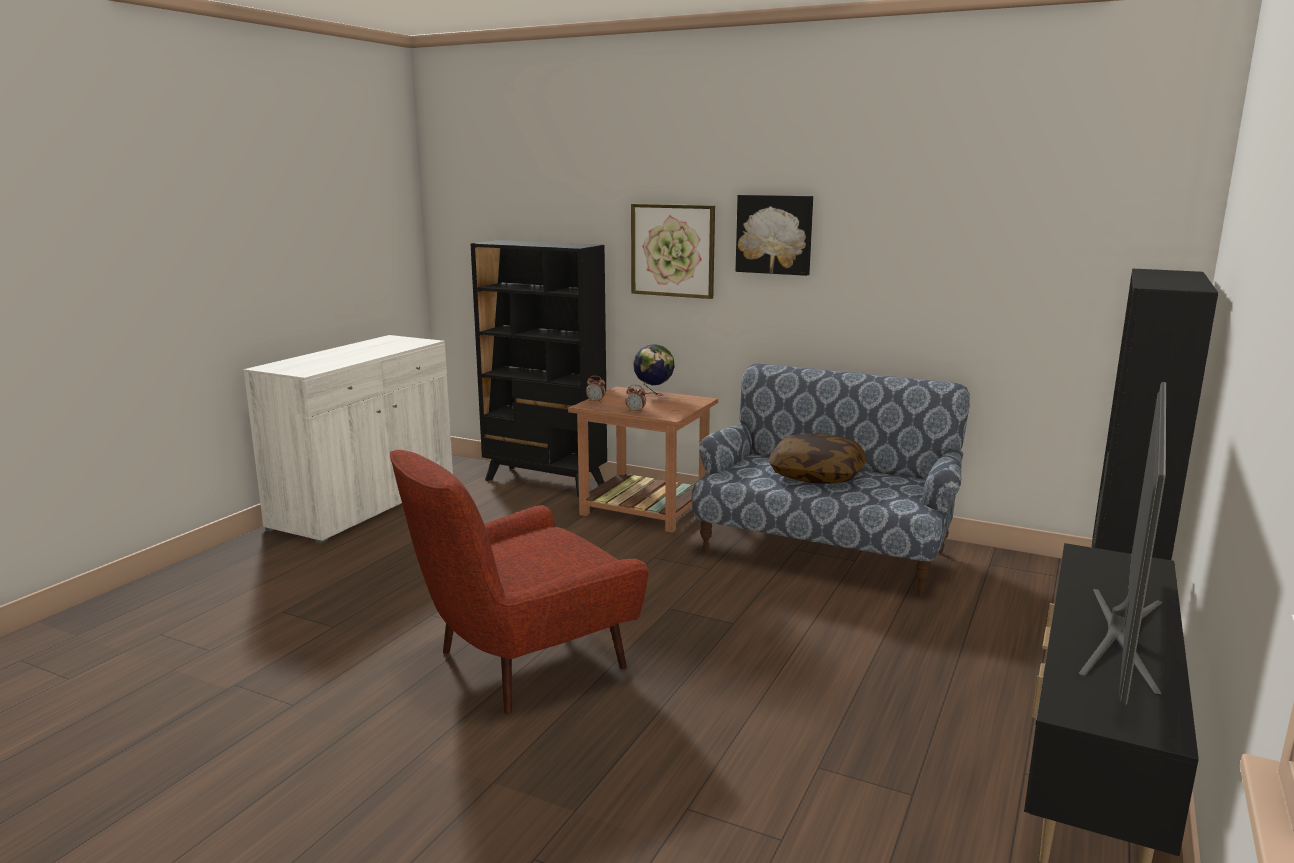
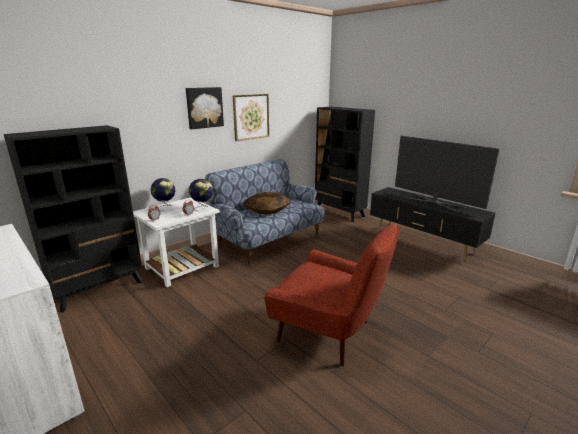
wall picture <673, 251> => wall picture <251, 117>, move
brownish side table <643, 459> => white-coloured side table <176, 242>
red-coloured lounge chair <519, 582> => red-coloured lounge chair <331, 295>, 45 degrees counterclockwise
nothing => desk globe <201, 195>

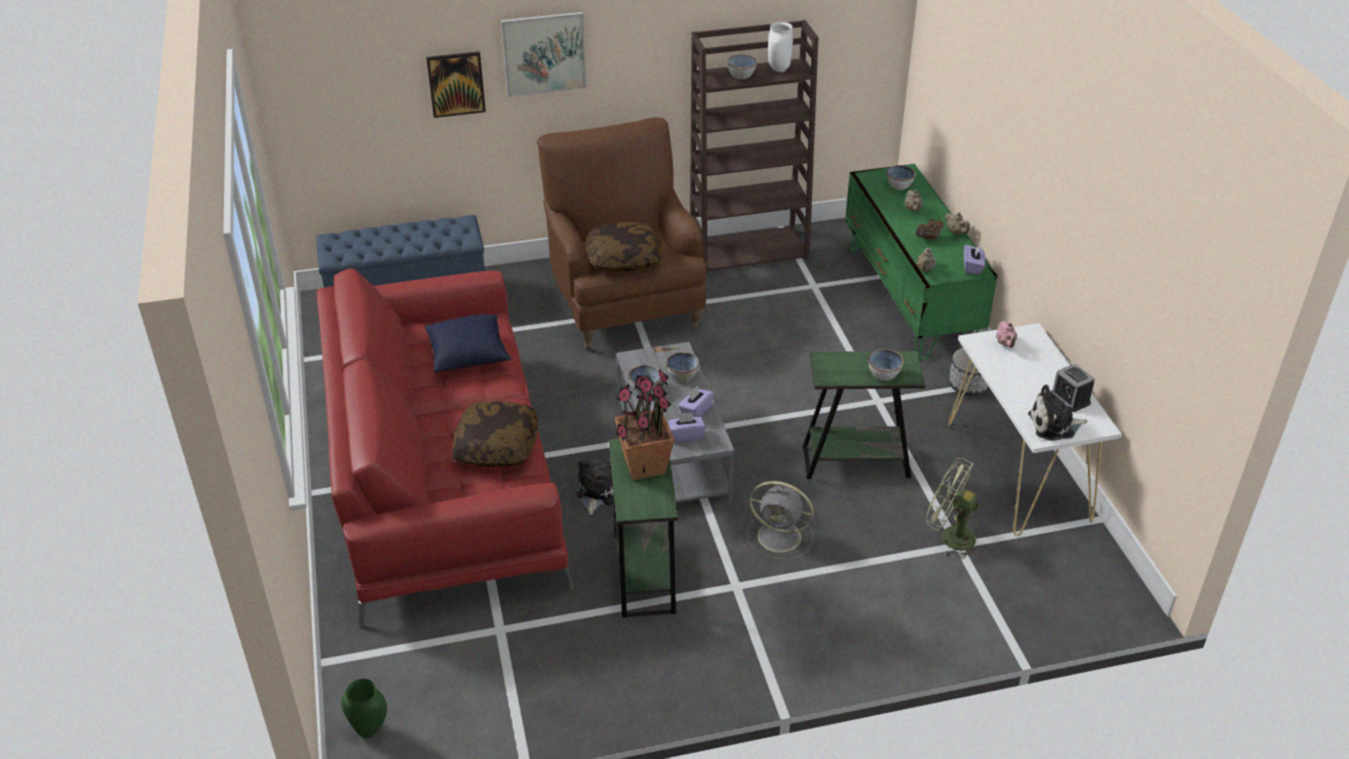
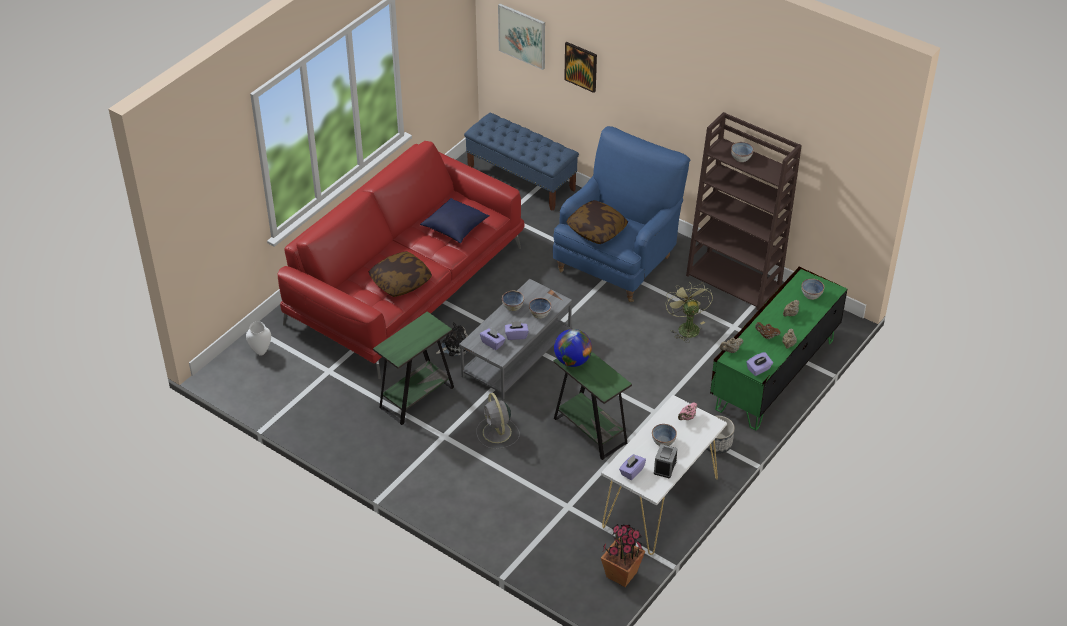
wall picture <543, 54> => wall picture <521, 37>, move
white-coloured decorative vase <780, 47> => white-coloured decorative vase <258, 339>, move
brownish lounge chair <622, 233> => blue lounge chair <621, 214>
deep dish <886, 365> => deep dish <664, 435>, move
plant in a pot <644, 424> => plant in a pot <623, 555>, move
soft toy <1057, 413> => purple tissue holder <632, 467>
green electric fan <954, 508> => green electric fan <689, 312>, move
green decorative vase <364, 708> => nothing
nothing => desk globe <573, 348>

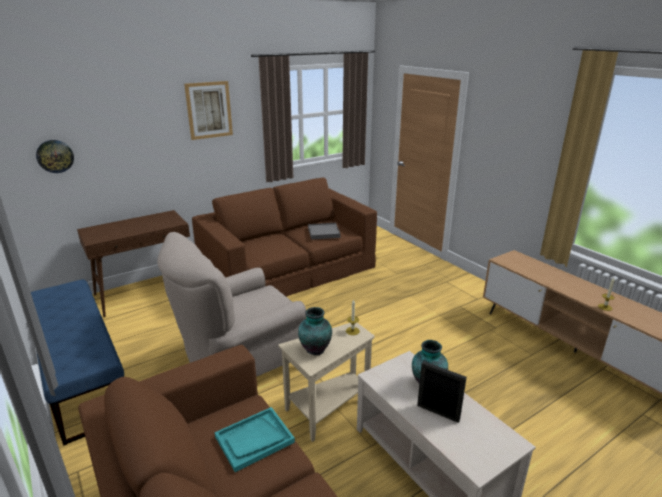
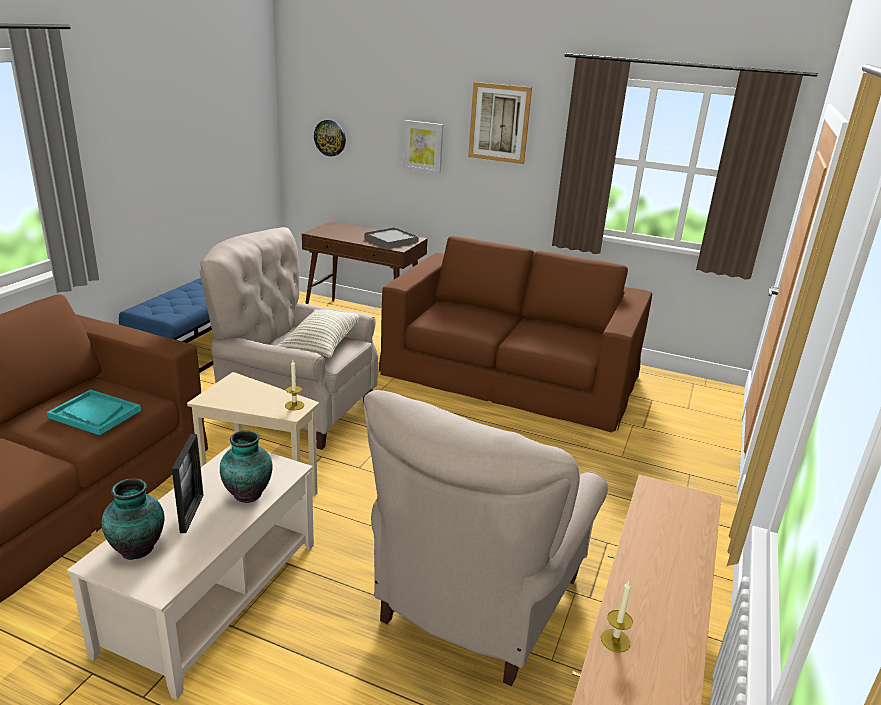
gray serving tray <324, 231> => gray serving tray <391, 237>, move
decorative vase <315, 331> => decorative vase <133, 519>, move
nothing => wall picture <423, 146>
nothing => throw pillow <317, 333>
nothing => beige-coloured lounge chair <486, 538>

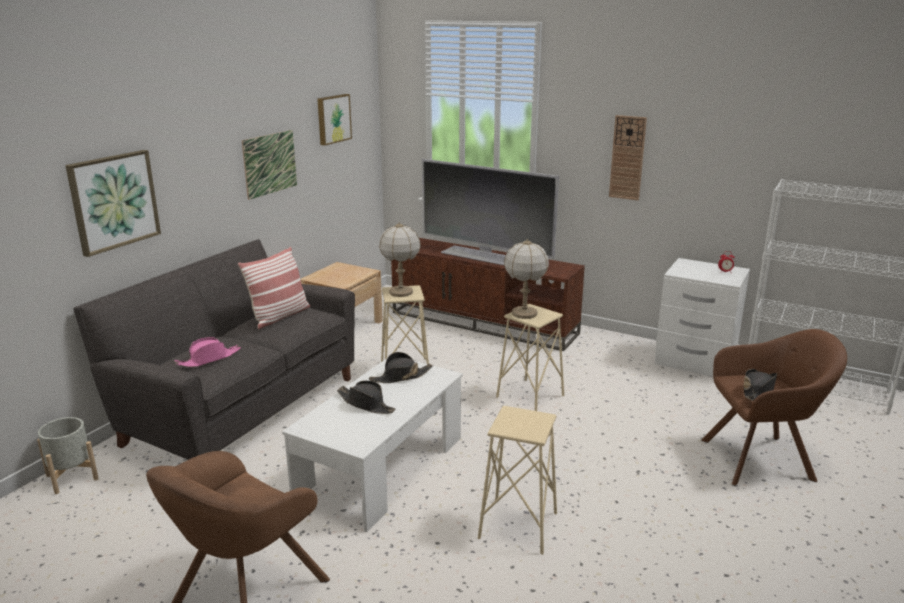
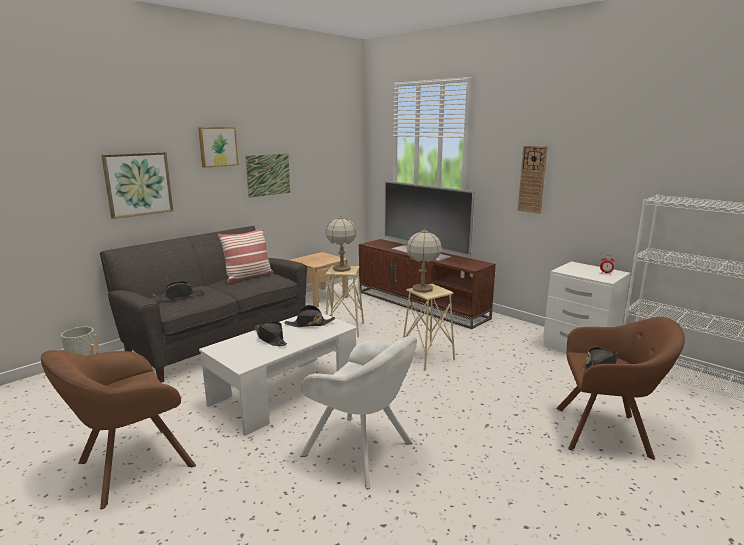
wall picture <335, 120> => wall picture <218, 147>, move
pinkish clothing hat <207, 352> => black-coloured clothing hat <179, 290>
beige-coloured stool <517, 480> => white-coloured lounge chair <358, 412>

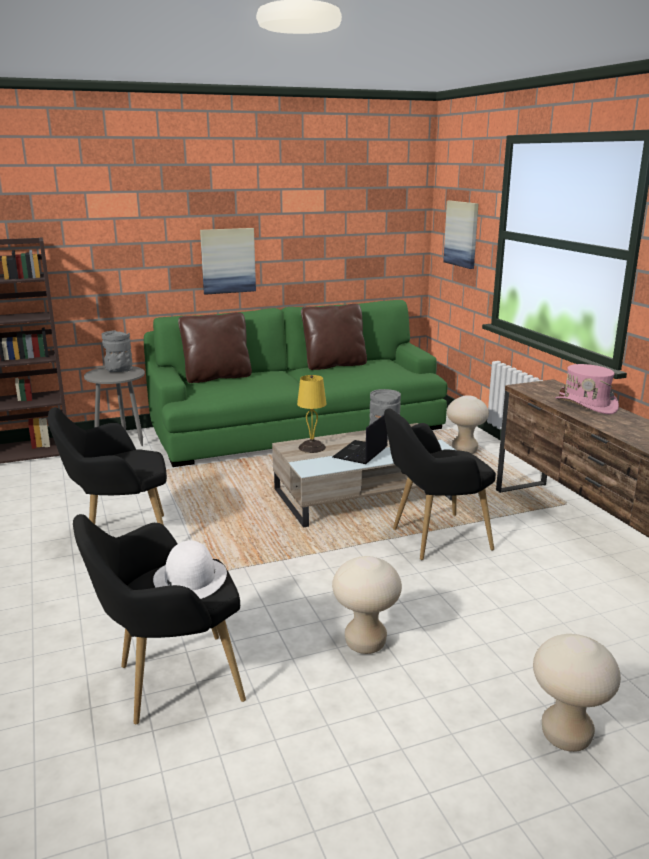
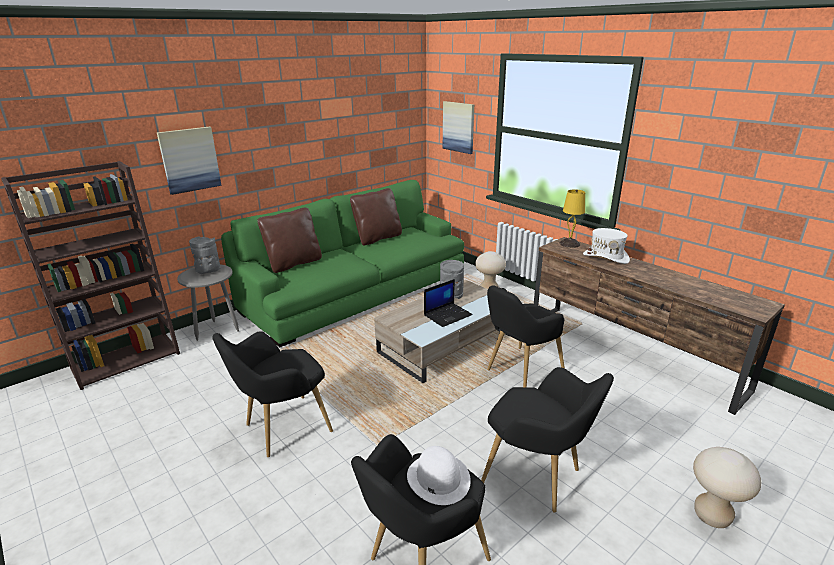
wall picture <228, 261> => wall picture <189, 160>, move
pinkish clothing hat <587, 389> => white-coloured clothing hat <606, 246>
yellow lamp for a table <311, 414> => yellow lamp for a table <572, 218>, move
notebook computer <360, 439> => notebook computer <448, 303>, 135 degrees counterclockwise
beige-coloured stool <367, 605> => black-coloured lounge chair <547, 440>

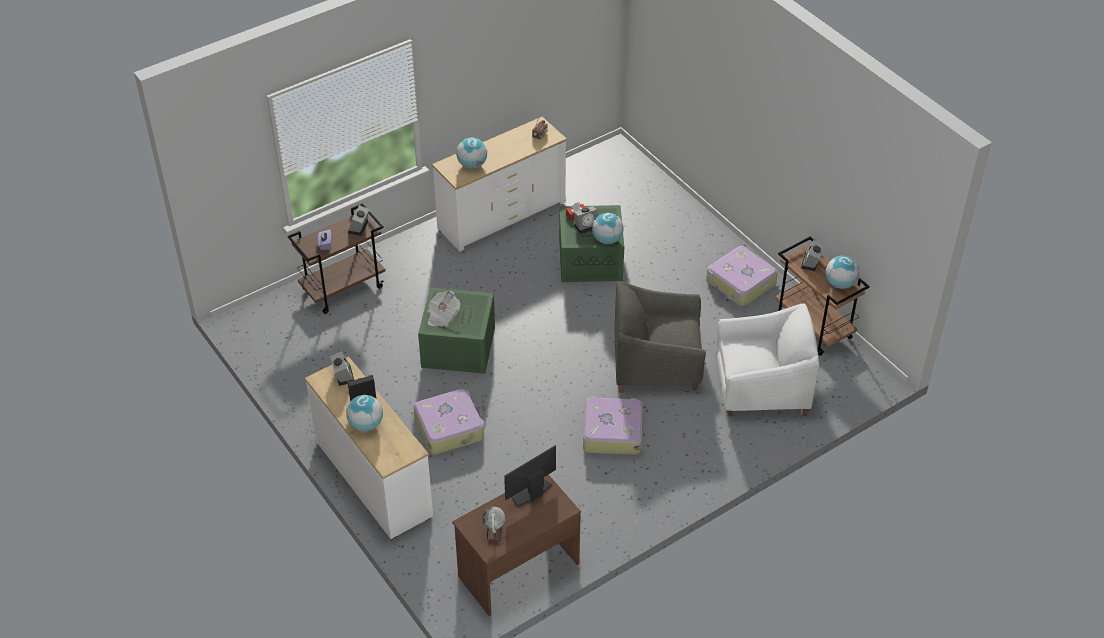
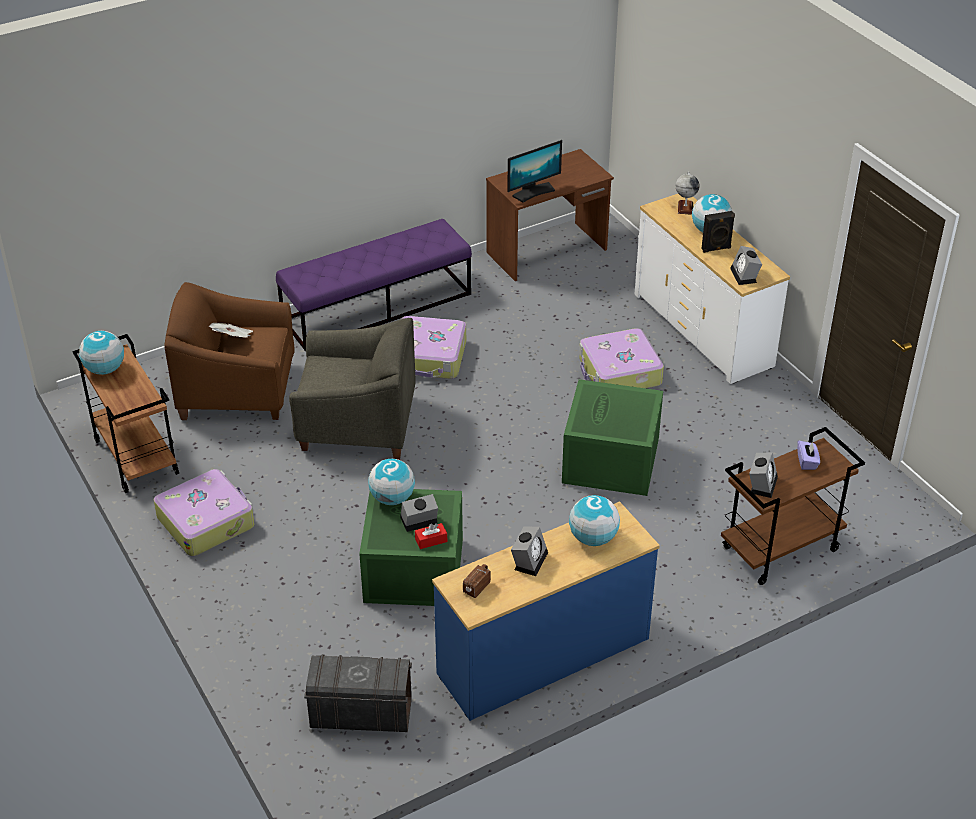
white-coloured chest of drawers <499, 184> => blue chest of drawers <546, 611>
table clock <812, 255> => table clock <529, 551>, move
newspaper <443, 309> => newspaper <230, 330>, move
white-coloured lounge chair <767, 359> => brownish lounge chair <229, 351>
desk globe <493, 525> => desk globe <687, 193>, move
nothing => purple long seat <374, 285>
nothing => gray storage box <358, 693>

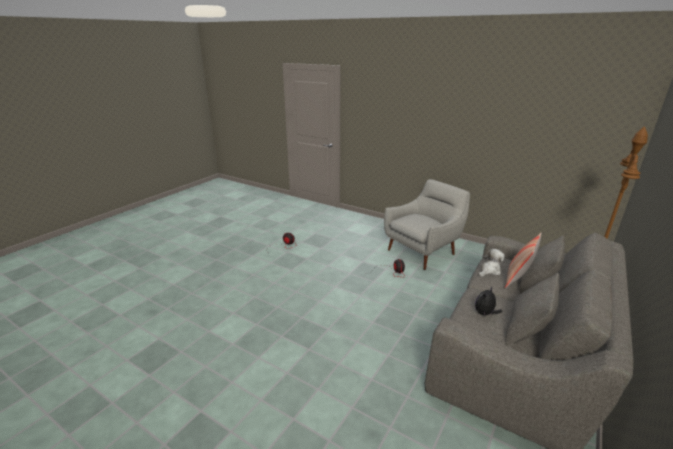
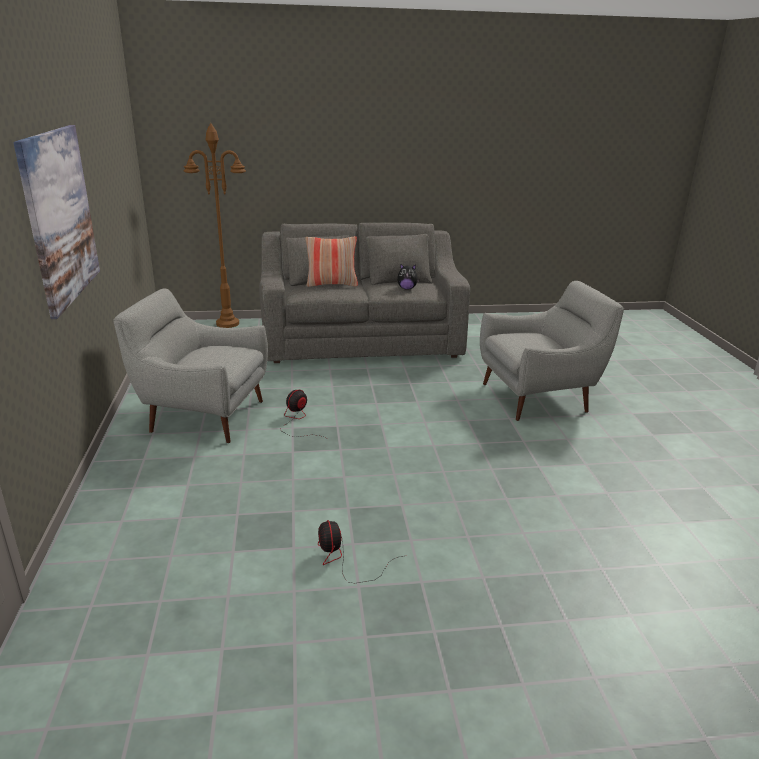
soft toy <491, 263> => nothing
nothing => wall picture <56, 222>
nothing => gray lounge chair <552, 351>

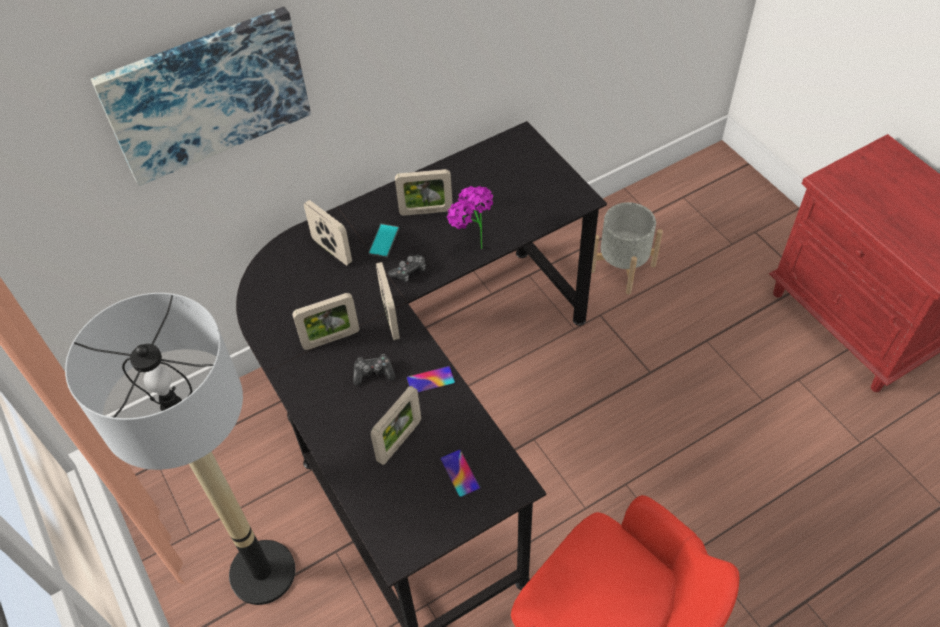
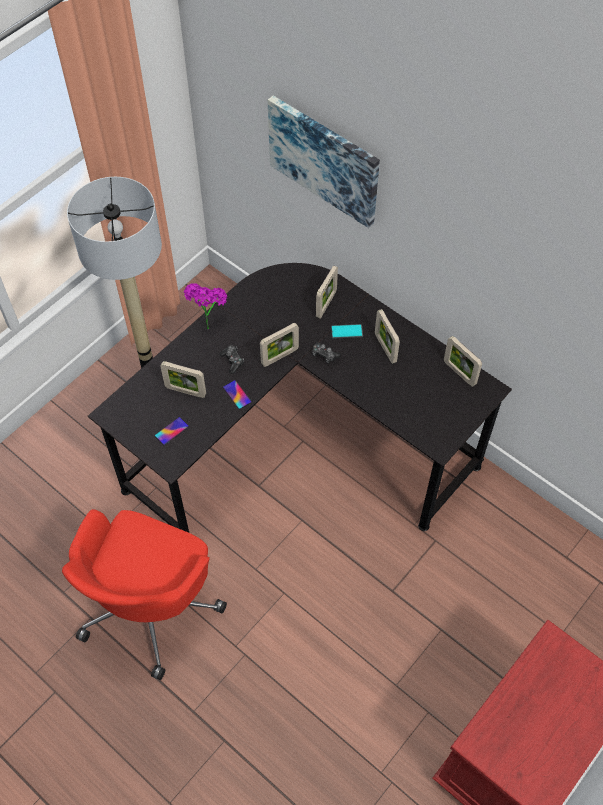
plant in a pot <470, 217> => plant in a pot <205, 306>, move
gray flower pot <627, 248> => nothing
picture frame <325, 321> => picture frame <463, 361>, move

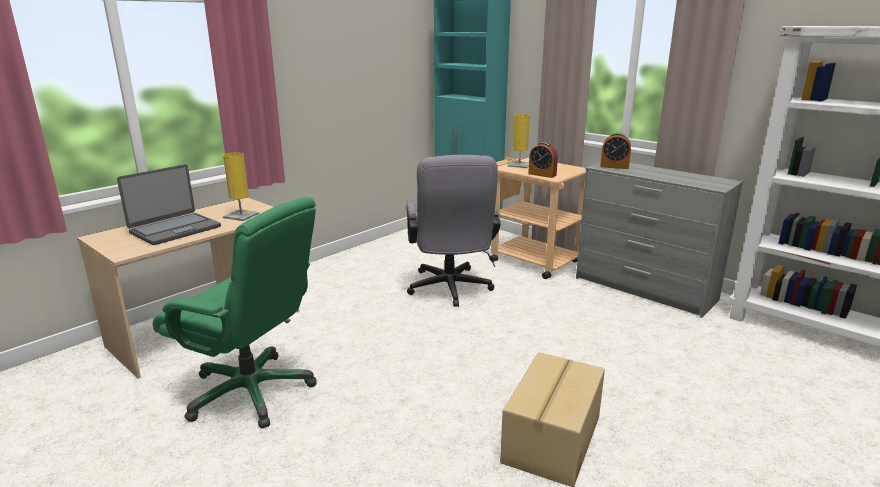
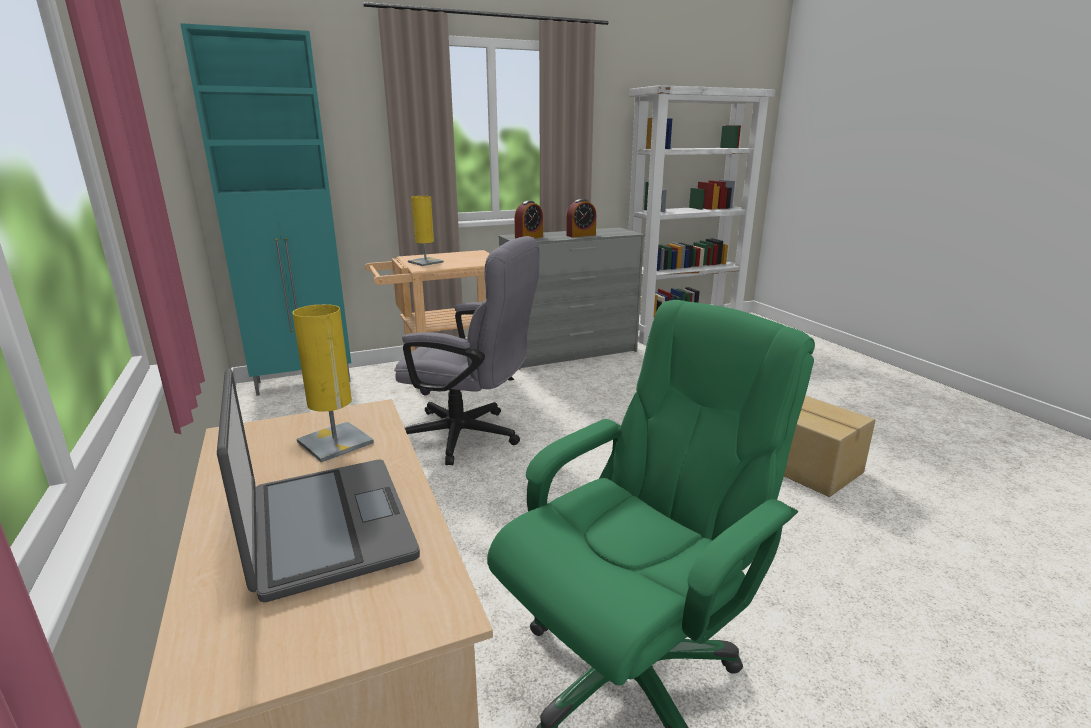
table clock <543, 160> => table clock <581, 218>, move

